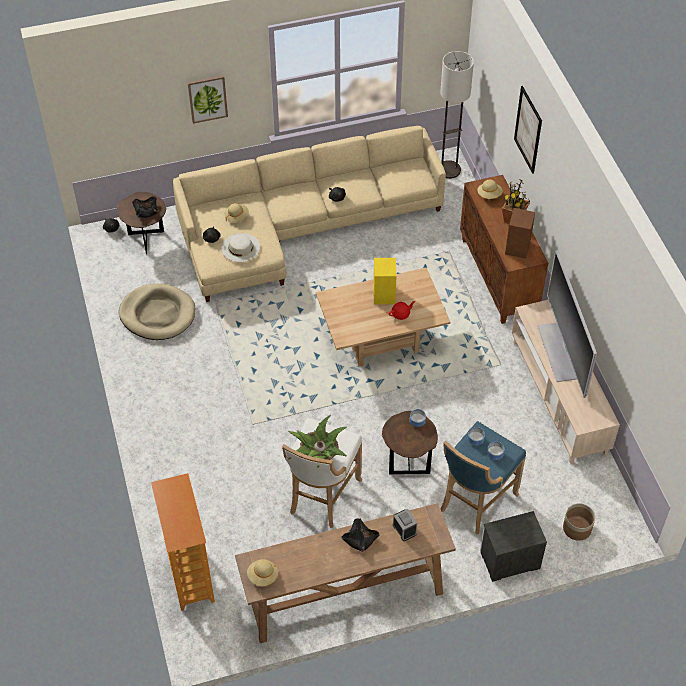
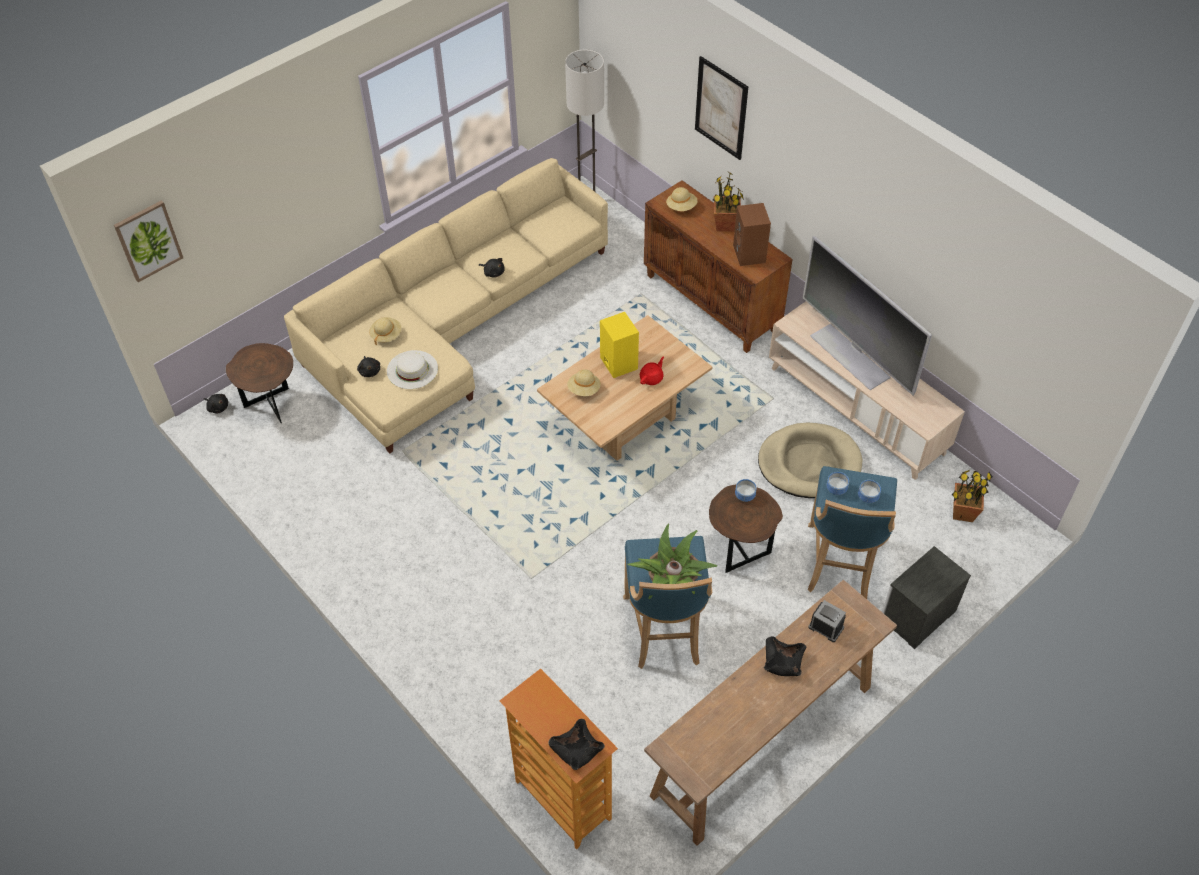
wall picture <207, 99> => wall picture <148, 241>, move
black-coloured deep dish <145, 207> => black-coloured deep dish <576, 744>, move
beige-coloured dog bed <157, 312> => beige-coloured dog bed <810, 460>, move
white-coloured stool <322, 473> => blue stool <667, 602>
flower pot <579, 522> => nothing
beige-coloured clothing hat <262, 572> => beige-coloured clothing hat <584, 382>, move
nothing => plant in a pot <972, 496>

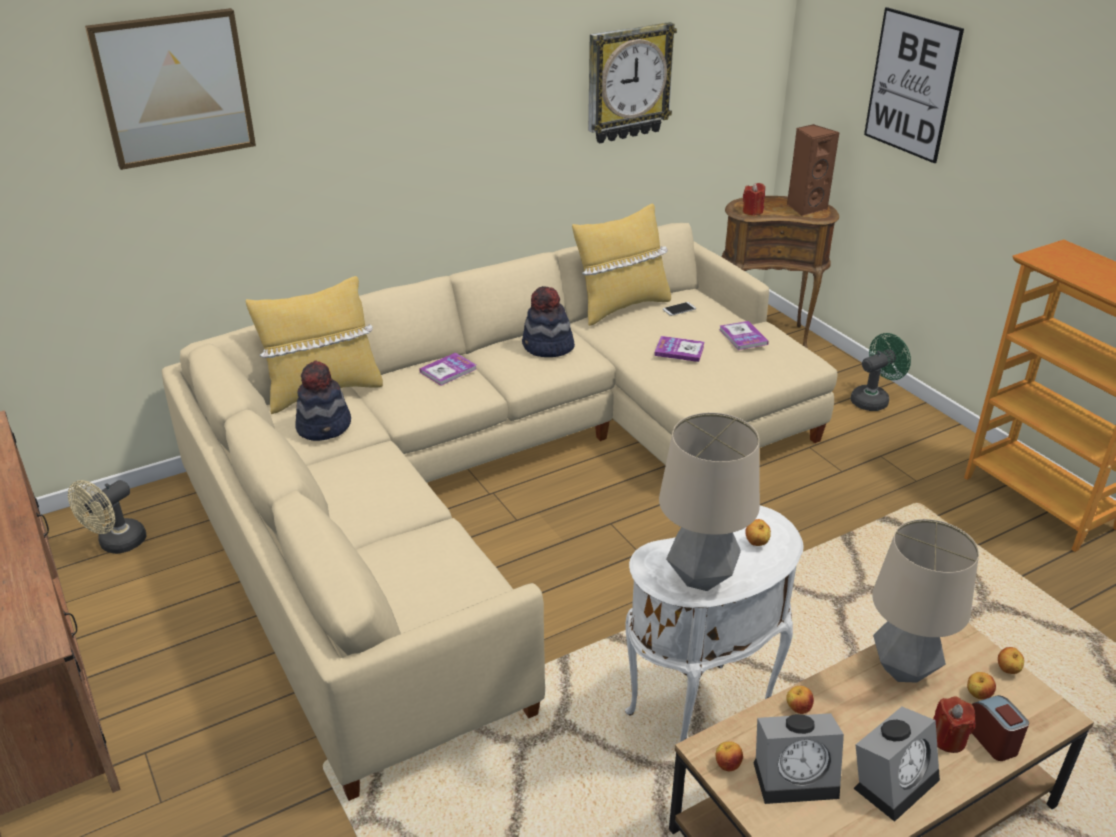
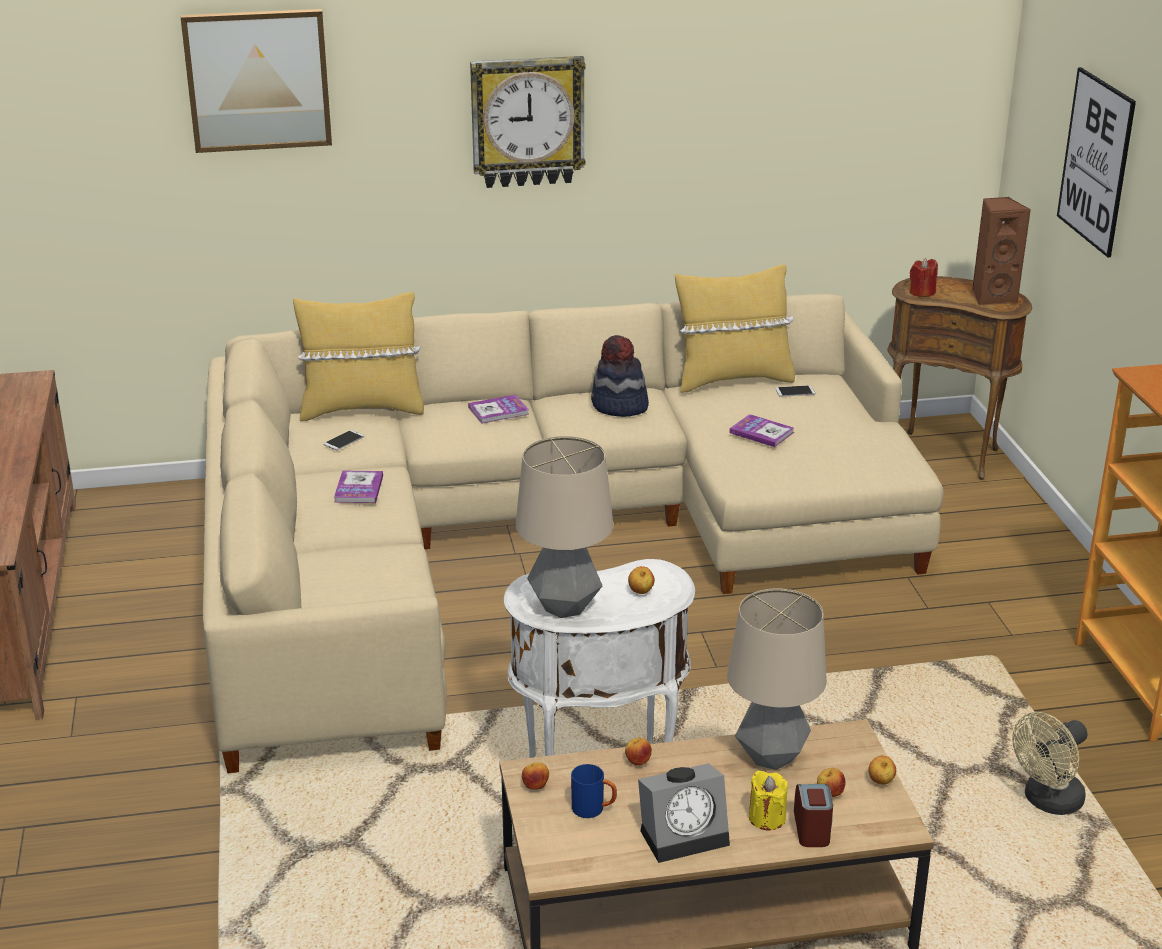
clock on the wall <632, 82> => clock on the wall <528, 122>, move
volume <744, 335> => volume <358, 486>, move
green electric fan <880, 372> => nothing
clothing hat <323, 400> => telephone <344, 440>
beige-coloured electric fan <107, 517> => beige-coloured electric fan <1050, 763>, move
red-coloured wax light <954, 724> => yellow wax light <768, 800>
table clock <798, 758> => blue coffee mug <594, 791>

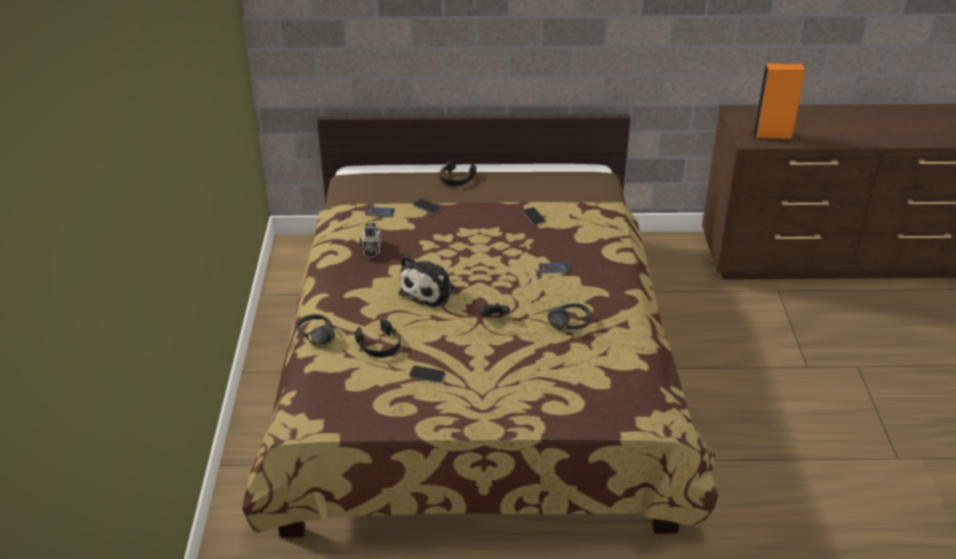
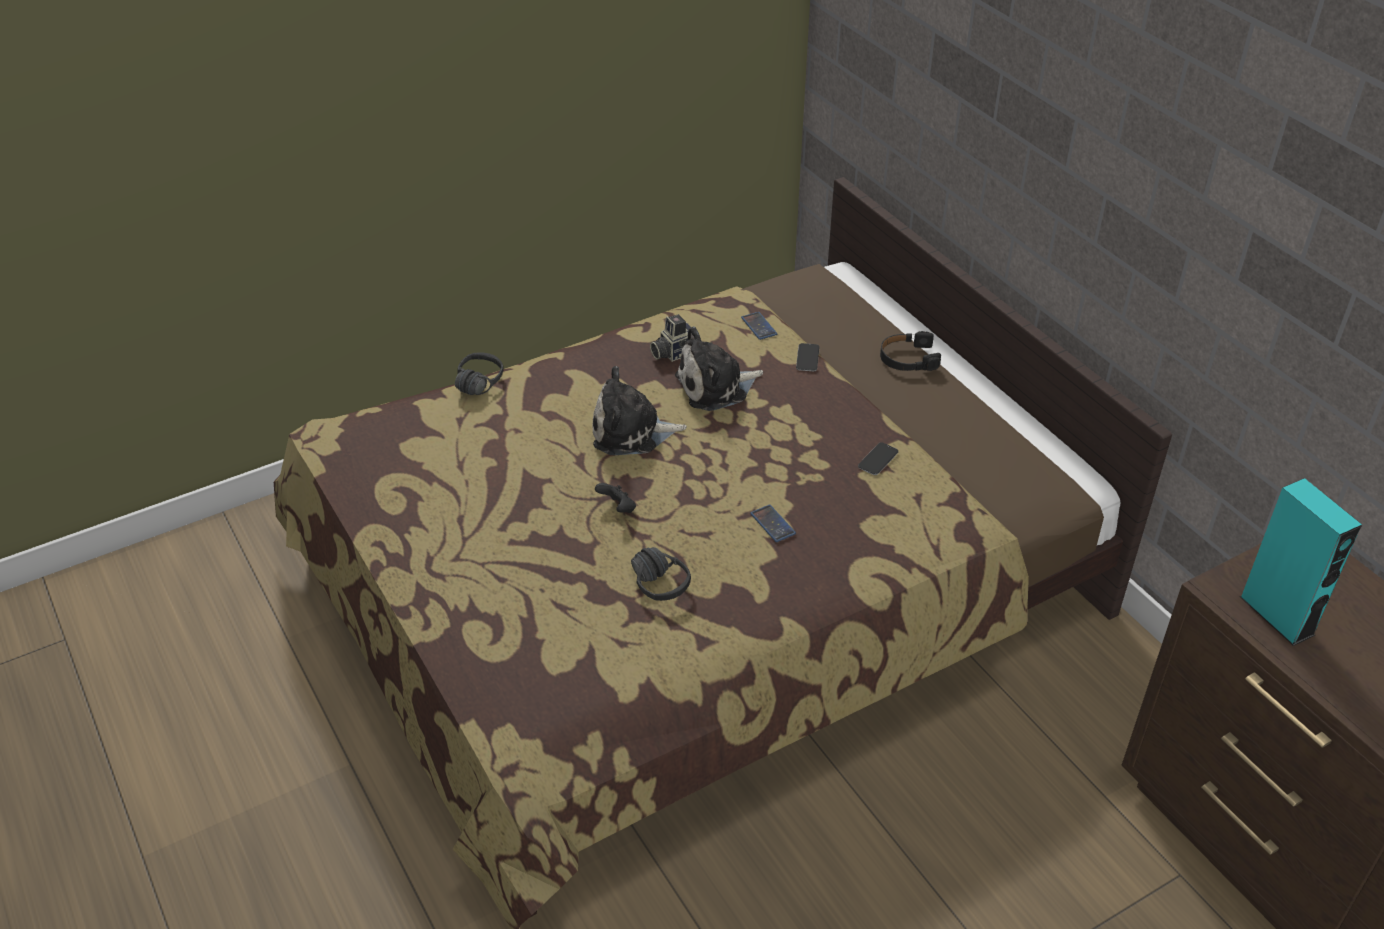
orange loudspeaker <779, 101> => turquoise-coloured loudspeaker <1300, 562>
black-coloured pair of headphones <378, 338> => nothing
telephone <427, 374> => nothing
nothing => soft toy <719, 368>

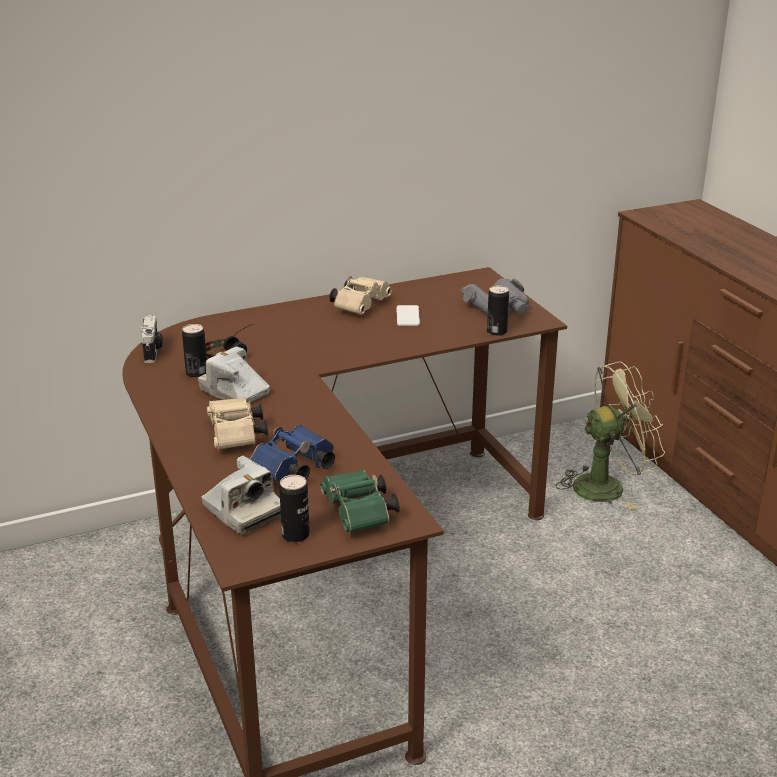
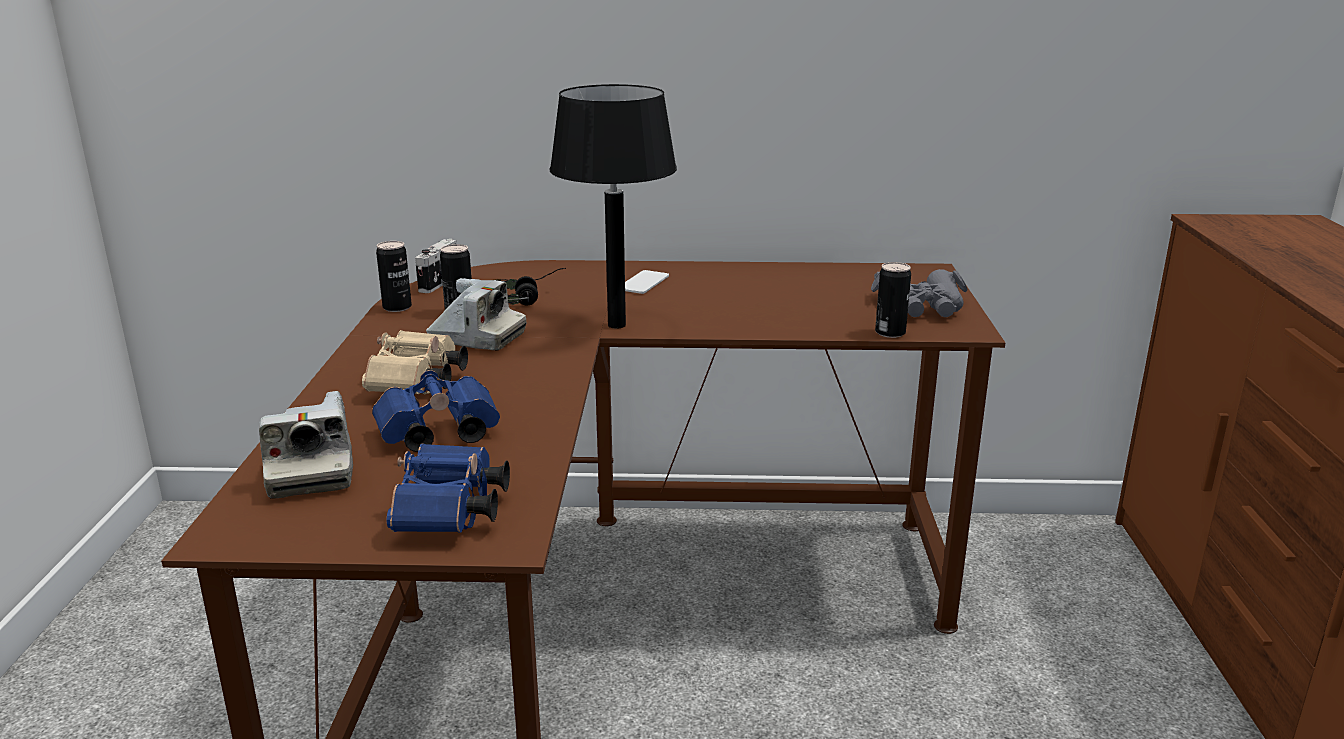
beige-coloured binoculars <360, 295> => nothing
telephone <408, 315> => telephone <647, 282>, move
photo camera <234, 374> => photo camera <476, 314>, 135 degrees clockwise
green electric fan <610, 436> => nothing
green binoculars <360, 502> => blue binoculars <448, 487>
metal can <294, 508> => metal can <394, 276>, move
nothing => black-coloured lamp for a table <613, 206>

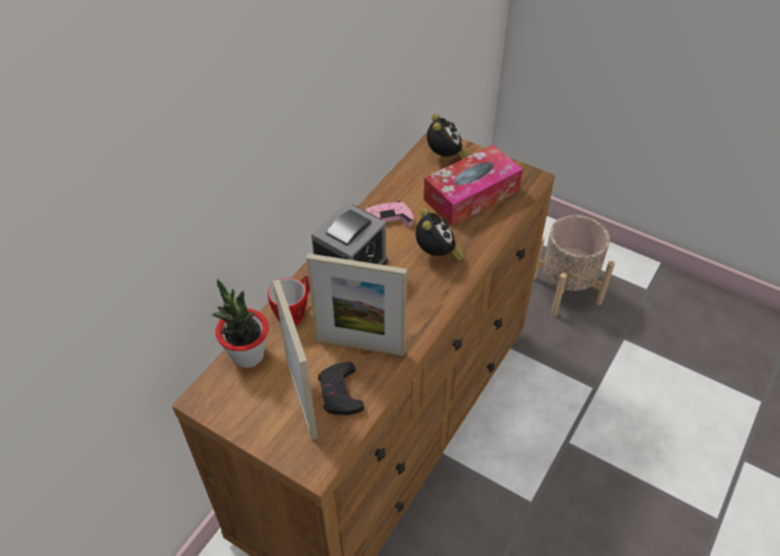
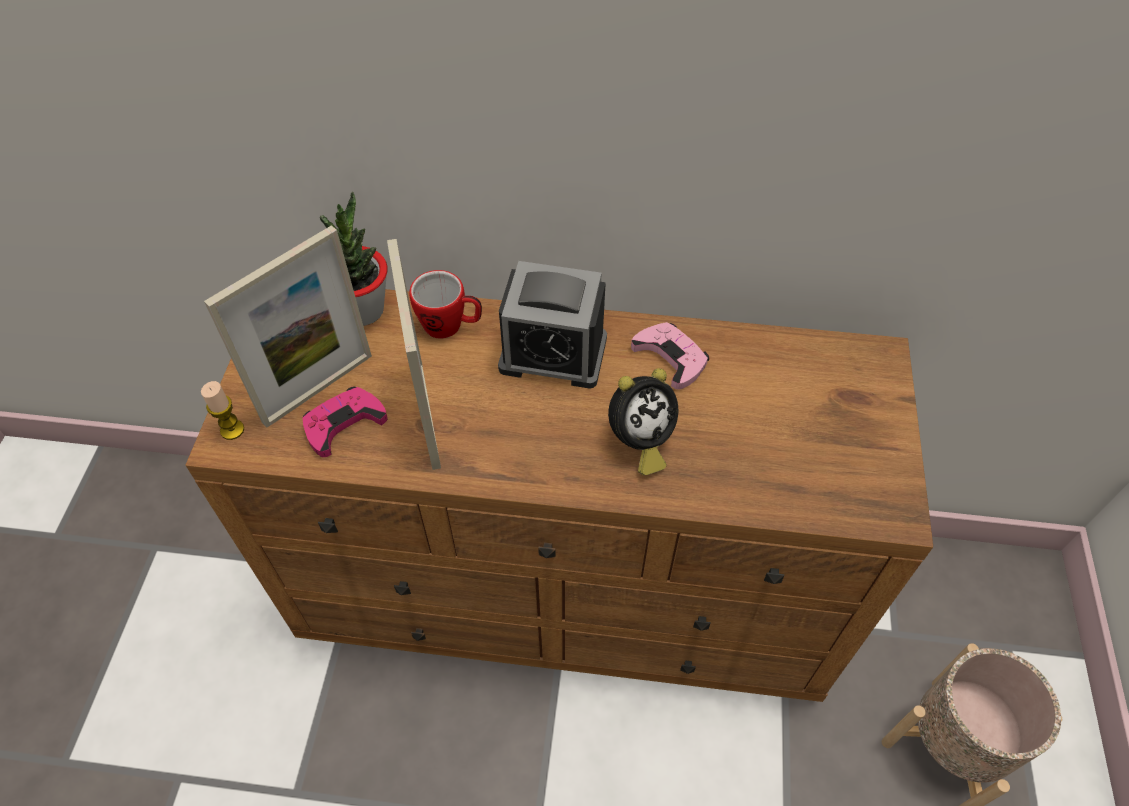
table clock <448, 136> => nothing
tissue holder <473, 185> => nothing
black-coloured joypad <341, 388> => pinkish joypad <345, 422>
nothing => wax light <222, 410>

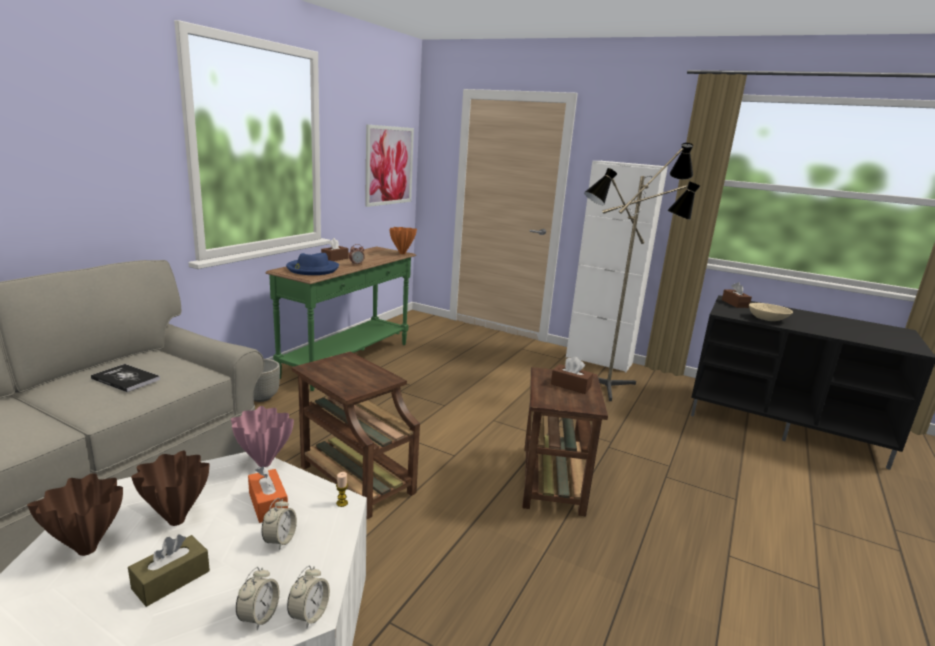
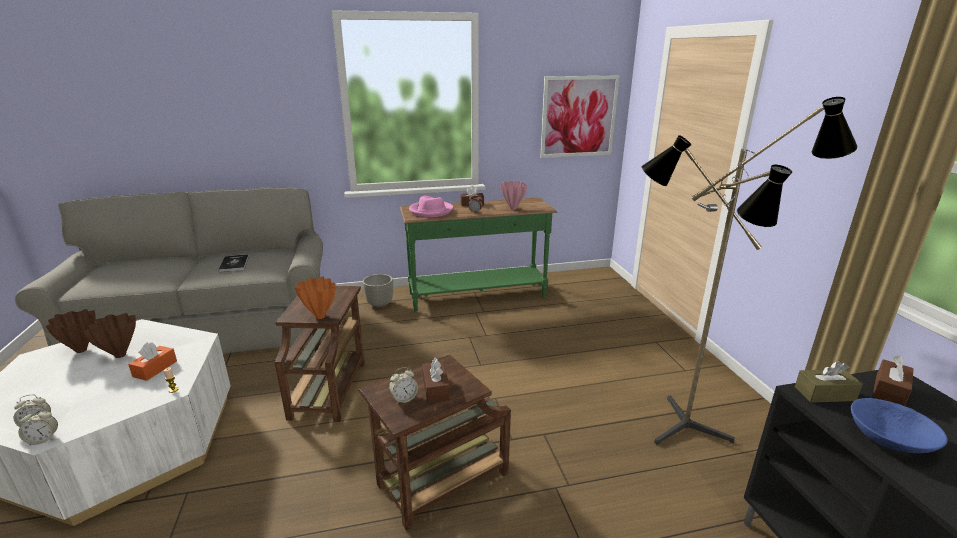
white-coloured cabinet <617, 266> => nothing
orange decorative vase <403, 240> => orange decorative vase <315, 297>, move
blue clothing hat <312, 264> => pinkish clothing hat <431, 206>
beige-coloured deep dish <771, 312> => blue deep dish <899, 425>
pinkish decorative vase <262, 436> => pinkish decorative vase <513, 195>, move
table clock <279, 524> => table clock <403, 385>, move
brownish tissue holder <169, 570> => brownish tissue holder <829, 382>, move

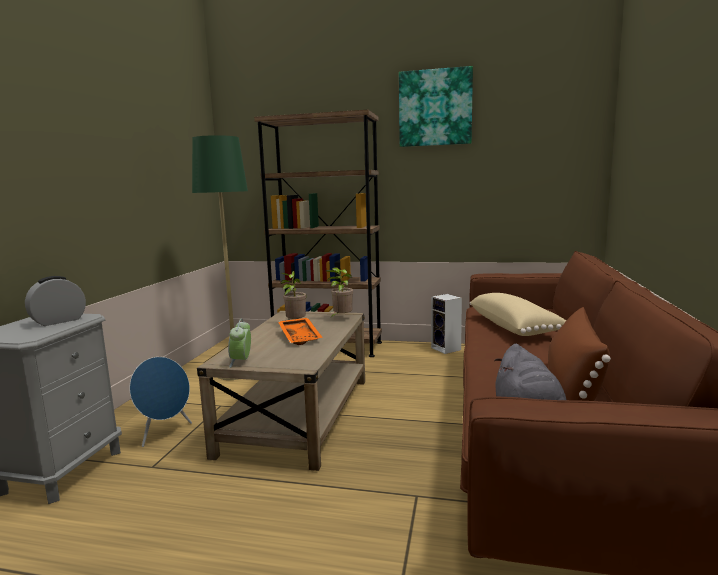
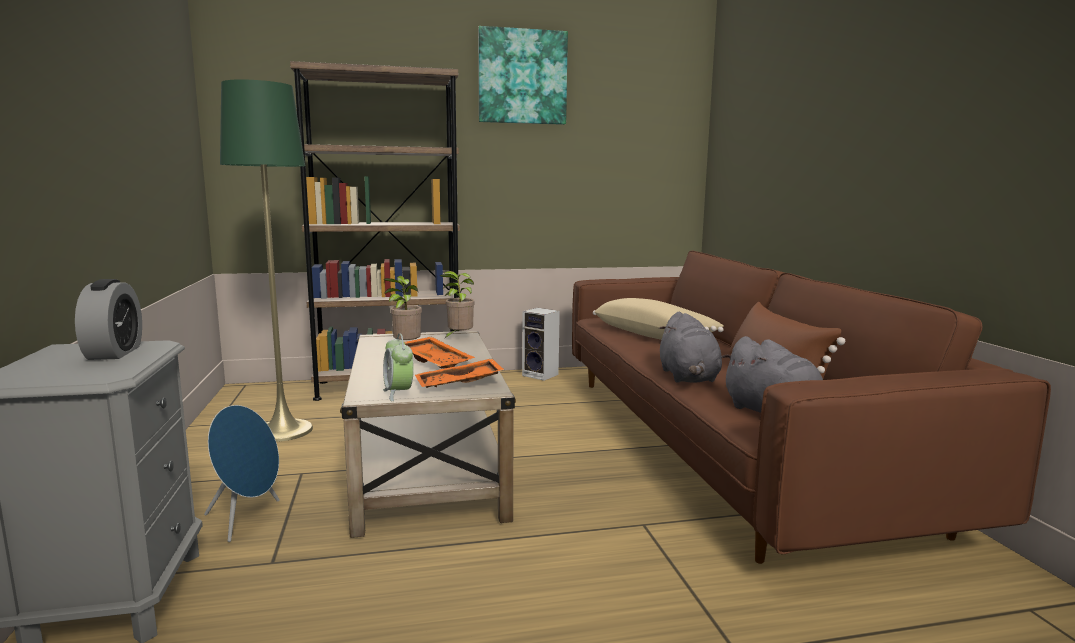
table clock <55, 301> => table clock <108, 319>, 150 degrees clockwise
nothing => gray soft toy <690, 347>
nothing => orange serving tray <459, 373>

